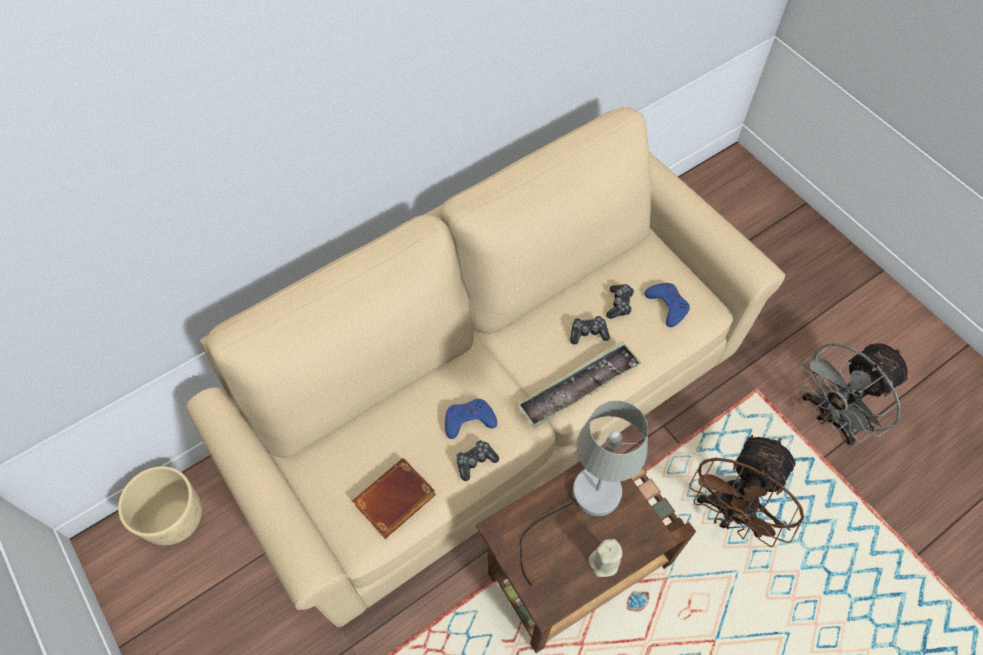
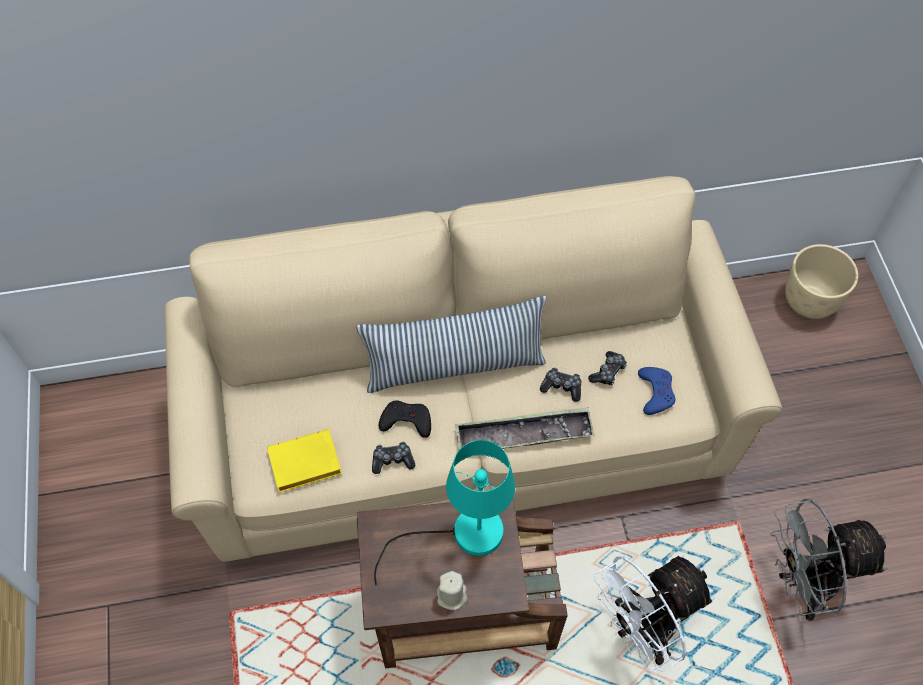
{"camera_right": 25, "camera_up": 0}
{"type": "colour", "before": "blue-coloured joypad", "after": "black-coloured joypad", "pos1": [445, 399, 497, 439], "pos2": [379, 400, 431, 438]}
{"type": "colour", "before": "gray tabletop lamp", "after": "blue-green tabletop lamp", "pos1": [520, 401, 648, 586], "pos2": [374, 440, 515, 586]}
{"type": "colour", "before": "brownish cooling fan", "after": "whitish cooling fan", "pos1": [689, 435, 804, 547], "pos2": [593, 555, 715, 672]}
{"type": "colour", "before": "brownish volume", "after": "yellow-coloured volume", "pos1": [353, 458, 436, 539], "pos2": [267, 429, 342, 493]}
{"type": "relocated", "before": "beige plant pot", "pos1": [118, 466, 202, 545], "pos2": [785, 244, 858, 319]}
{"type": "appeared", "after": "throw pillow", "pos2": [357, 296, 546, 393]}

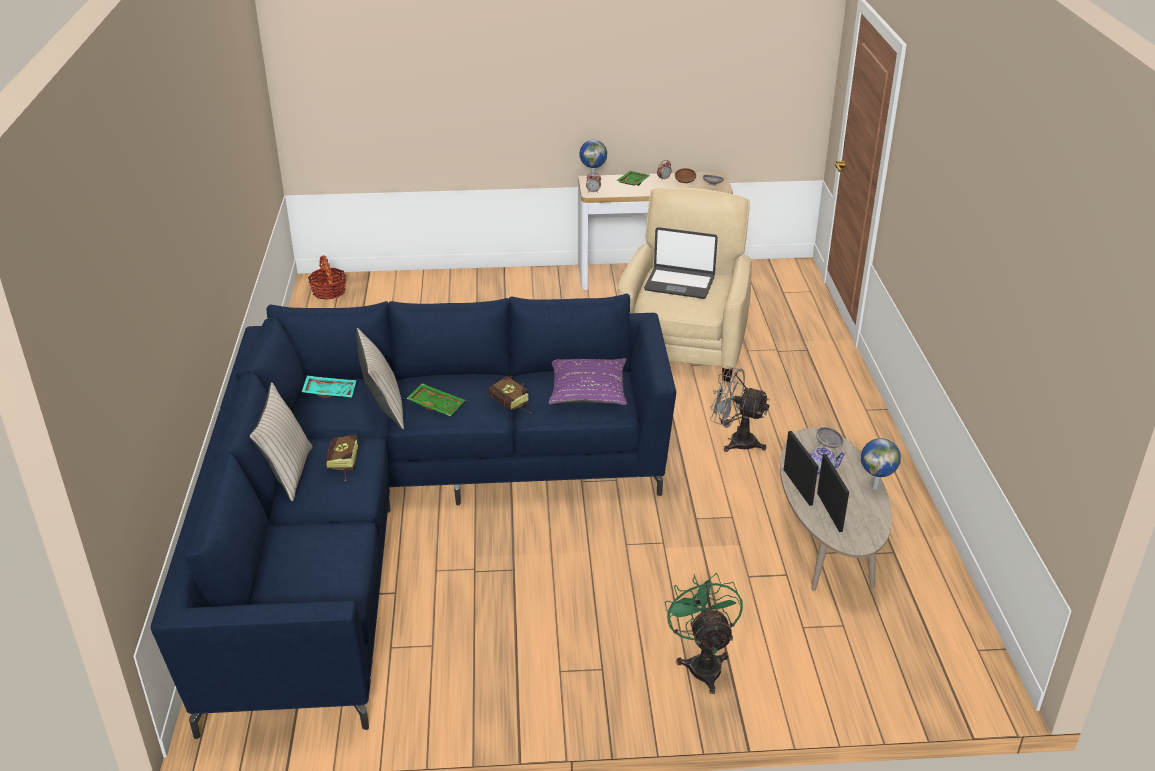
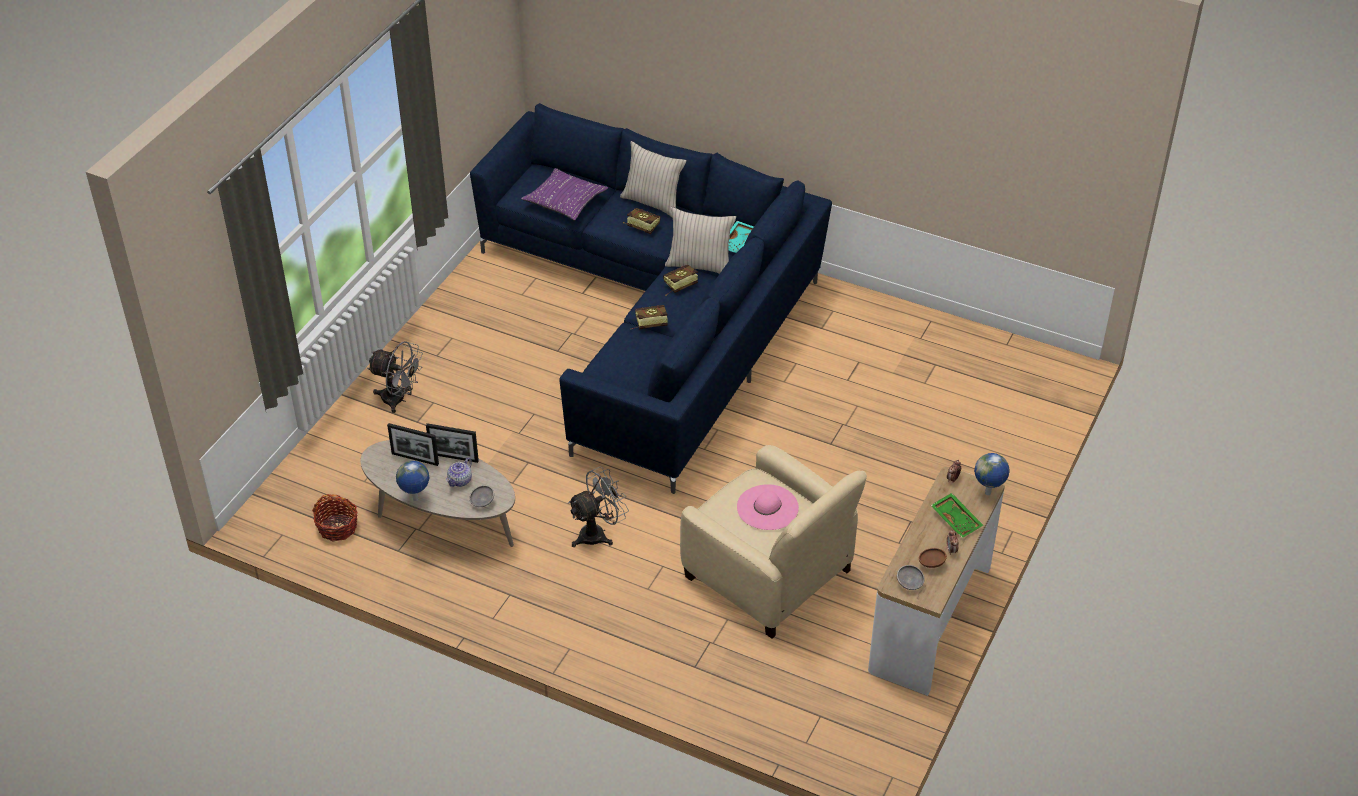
{"camera_right": 120, "camera_up": 10}
{"type": "exchanged", "before": "laptop", "after": "pink-coloured wearable hat", "pos1": [644, 227, 718, 299], "pos2": [737, 484, 799, 530]}
{"type": "relocated", "before": "household basket", "pos1": [308, 255, 346, 300], "pos2": [312, 494, 358, 541]}
{"type": "relocated", "before": "purplish throw pillow", "pos1": [548, 358, 627, 405], "pos2": [521, 168, 608, 221]}
{"type": "exchanged", "before": "green-coloured tray", "after": "volume", "pos1": [407, 383, 465, 416], "pos2": [663, 265, 698, 296]}
{"type": "colour", "before": "green-coloured cooling fan", "after": "gray cooling fan", "pos1": [665, 573, 743, 694], "pos2": [367, 341, 423, 413]}

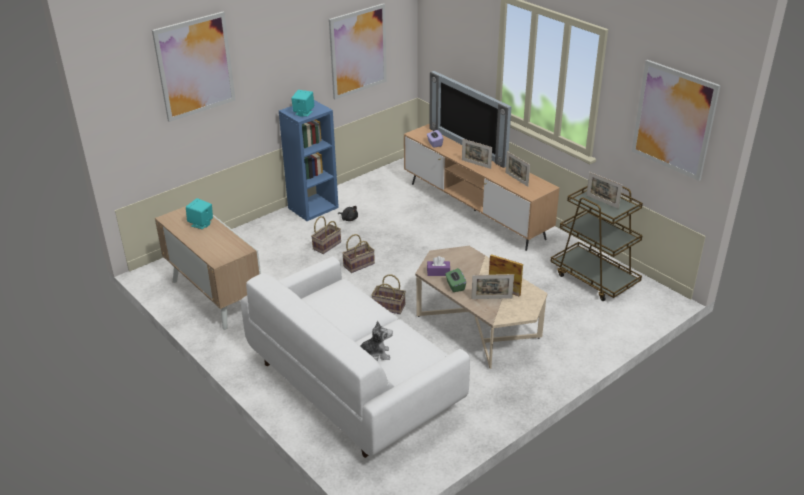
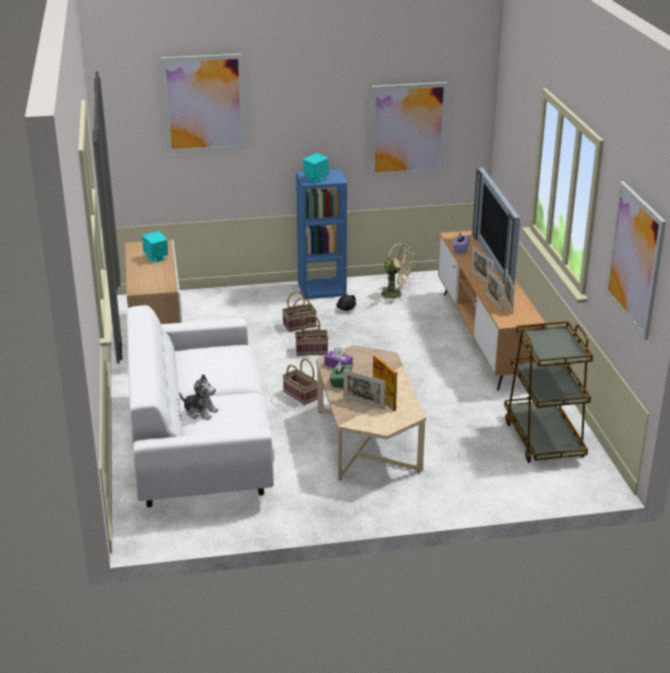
{"camera_right": 30, "camera_up": -5}
{"type": "relocated", "before": "picture frame", "pos1": [586, 172, 622, 209], "pos2": [485, 268, 504, 312]}
{"type": "appeared", "after": "beige cooling fan", "pos2": [380, 244, 415, 303]}

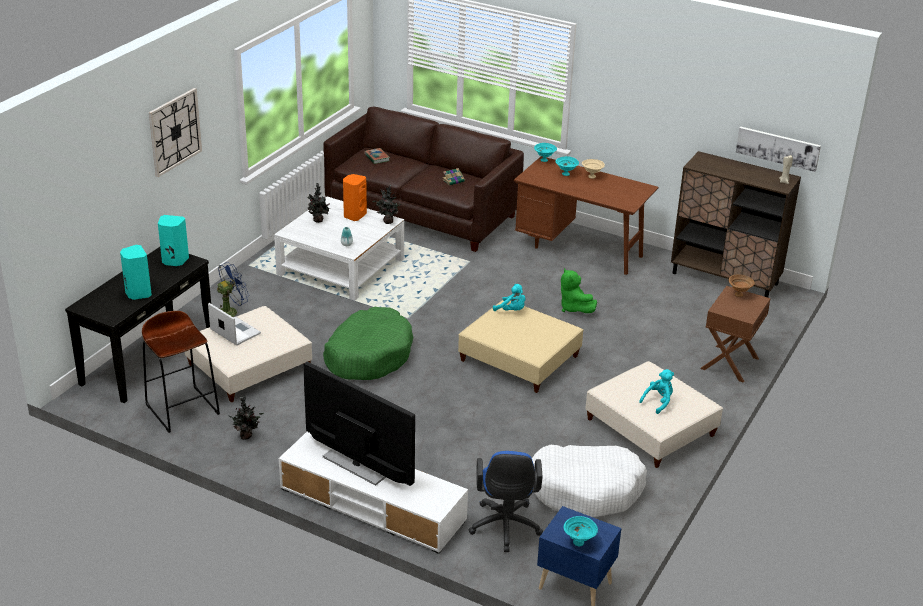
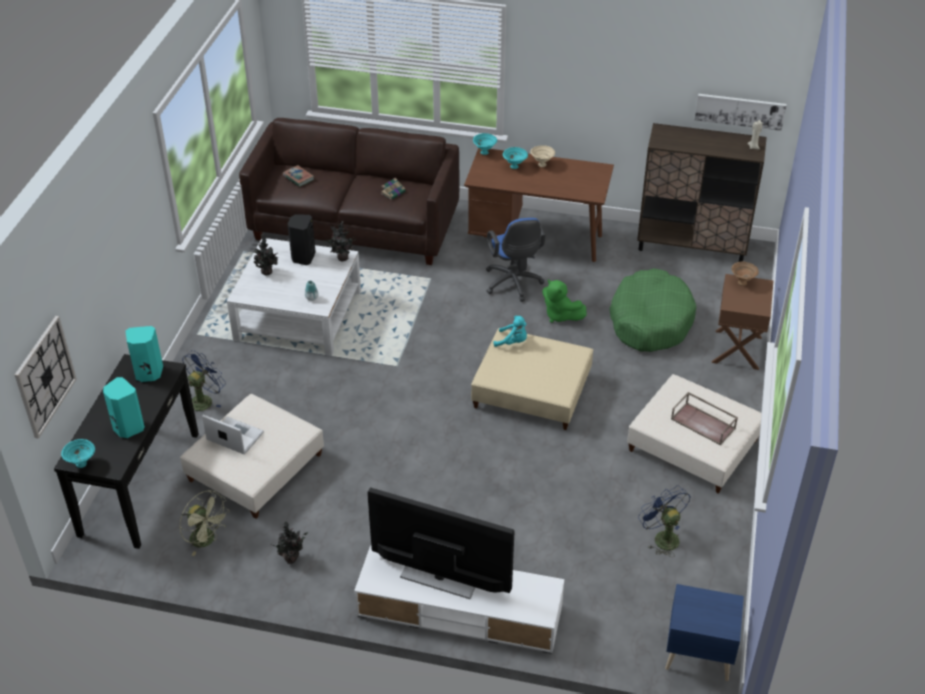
{"camera_right": -15, "camera_up": 10}
{"type": "relocated", "before": "clock on the wall", "pos1": [149, 88, 202, 177], "pos2": [15, 316, 77, 439]}
{"type": "colour", "before": "orange-coloured audio speaker", "after": "black-coloured audio speaker", "pos1": [343, 174, 367, 221], "pos2": [287, 214, 316, 265]}
{"type": "relocated", "before": "green-coloured pet bed", "pos1": [323, 307, 414, 380], "pos2": [609, 268, 696, 352]}
{"type": "exchanged", "before": "brownish stool seat", "after": "green-coloured cooling fan", "pos1": [142, 311, 220, 433], "pos2": [179, 490, 227, 556]}
{"type": "exchanged", "before": "blue-green soft toy", "after": "brownish tray", "pos1": [639, 369, 674, 414], "pos2": [671, 392, 738, 445]}
{"type": "exchanged", "before": "whitish pet bed", "after": "blue-coloured cooling fan", "pos1": [532, 445, 647, 517], "pos2": [638, 485, 690, 557]}
{"type": "relocated", "before": "blue-coloured desk chair", "pos1": [468, 451, 543, 552], "pos2": [486, 218, 545, 302]}
{"type": "relocated", "before": "blue-green serving bowl", "pos1": [563, 516, 598, 546], "pos2": [61, 439, 95, 468]}

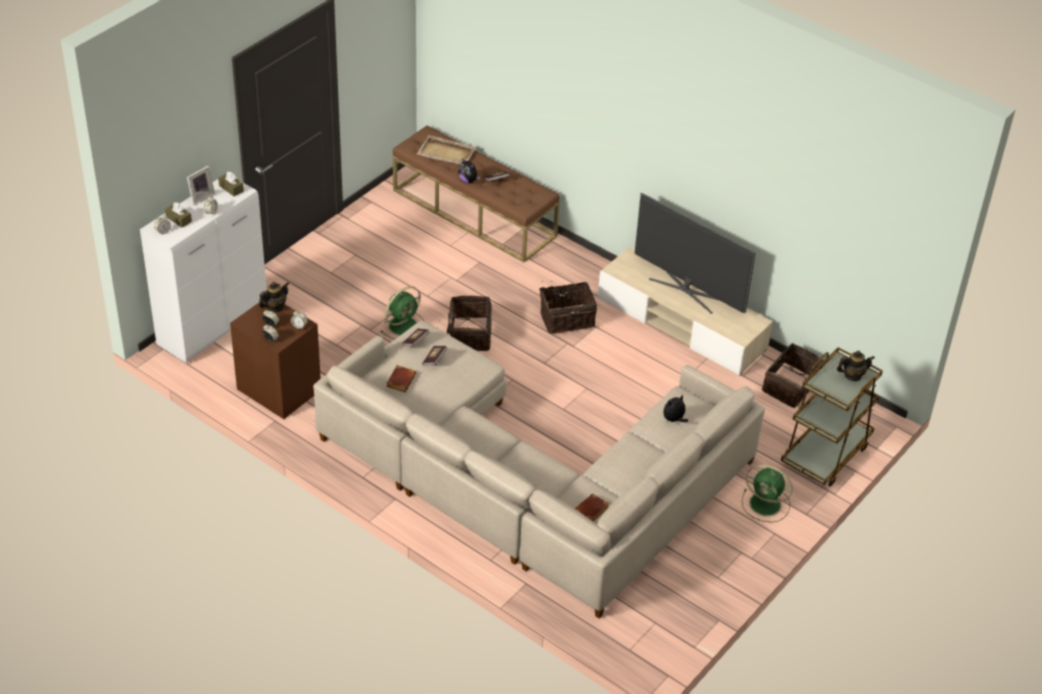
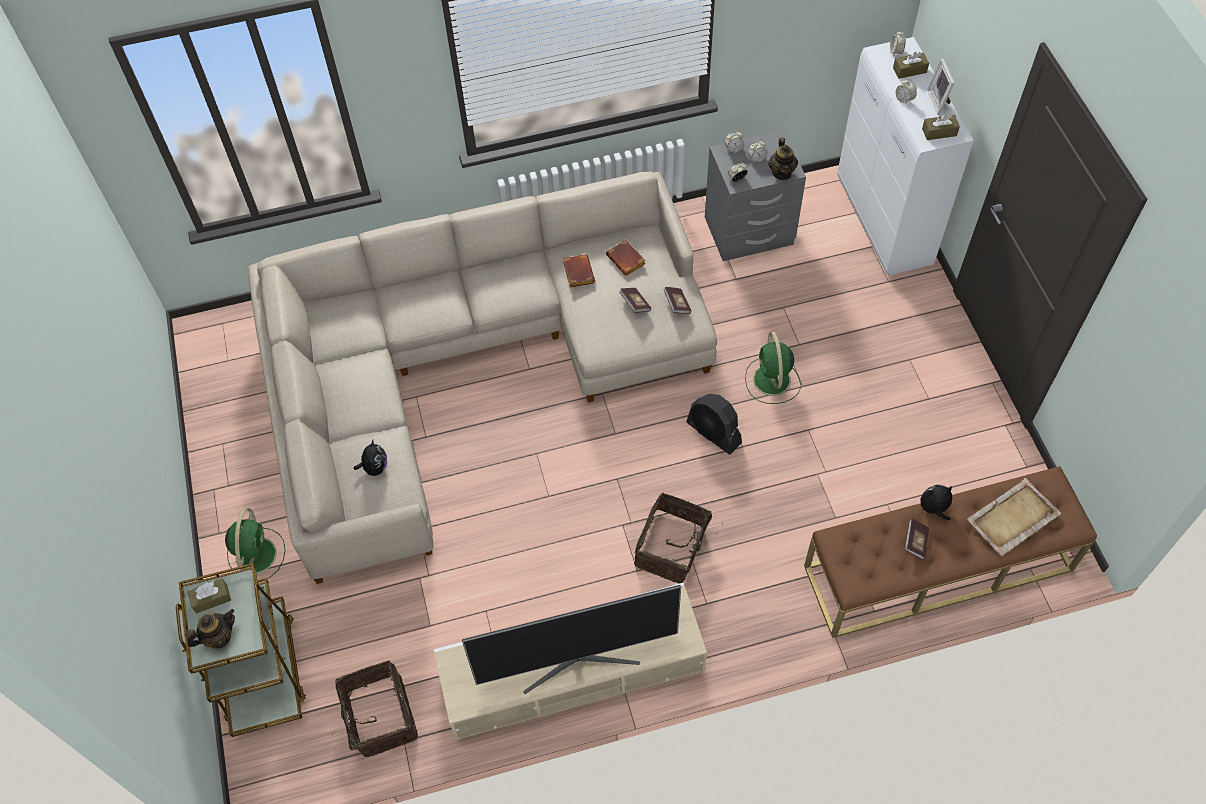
{"camera_right": 130, "camera_up": 15}
{"type": "exchanged", "before": "household basket", "after": "black-coloured cooling fan", "pos1": [437, 295, 492, 351], "pos2": [686, 394, 742, 455]}
{"type": "colour", "before": "brownish bedside table", "after": "gray bedside table", "pos1": [230, 301, 321, 419], "pos2": [705, 130, 806, 261]}
{"type": "spun", "before": "teapot", "pos1": [837, 351, 875, 381], "pos2": [185, 609, 235, 648], "turn": -150}
{"type": "spun", "before": "green-coloured cooling fan", "pos1": [742, 465, 793, 523], "pos2": [225, 508, 285, 579], "turn": 120}
{"type": "relocated", "before": "brownish volume", "pos1": [575, 494, 609, 521], "pos2": [563, 254, 595, 287]}
{"type": "appeared", "after": "brownish tissue holder", "pos2": [188, 578, 231, 613]}

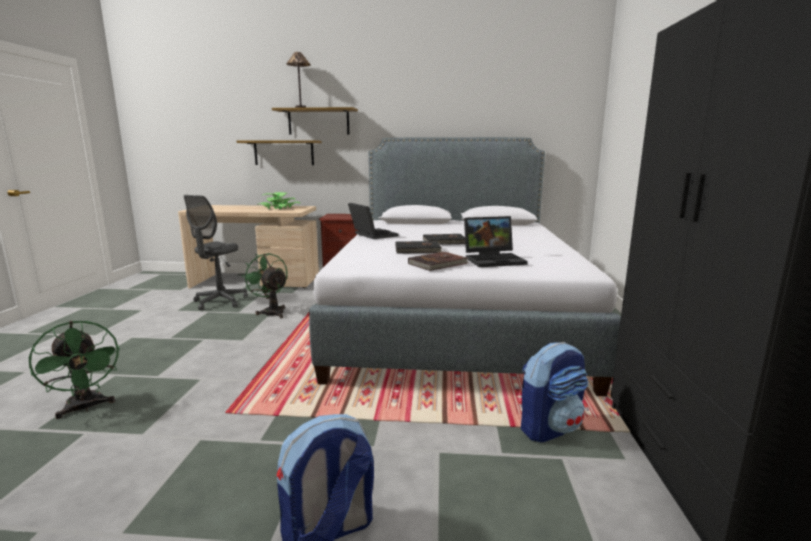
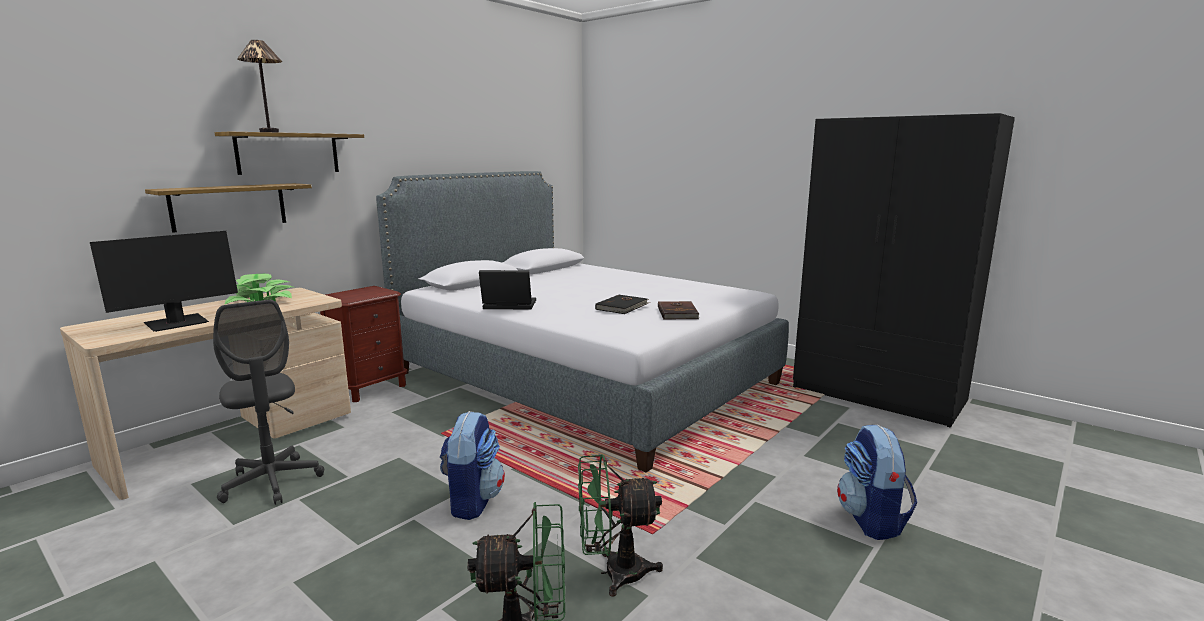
{"camera_right": -55, "camera_up": 0}
{"type": "missing", "before": "laptop", "pos1": [464, 216, 528, 267]}
{"type": "missing", "before": "black-coloured volume", "pos1": [423, 234, 465, 245]}
{"type": "relocated", "before": "green-coloured cooling fan", "pos1": [242, 253, 287, 318], "pos2": [578, 454, 663, 597]}
{"type": "relocated", "before": "backpack", "pos1": [521, 342, 588, 443], "pos2": [440, 411, 505, 520]}
{"type": "appeared", "after": "computer display", "pos2": [90, 231, 238, 332]}

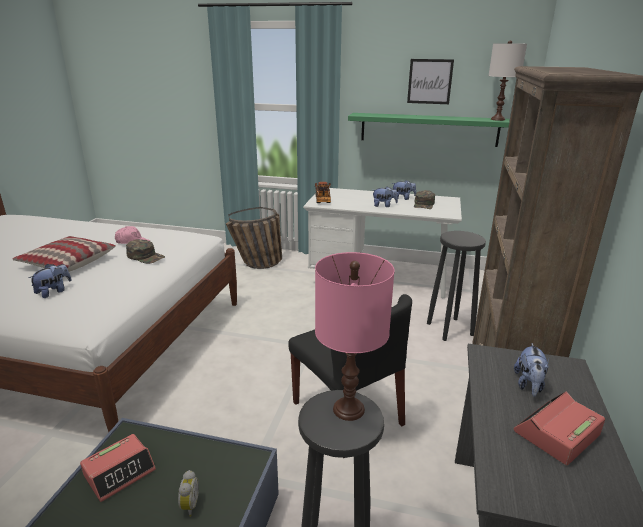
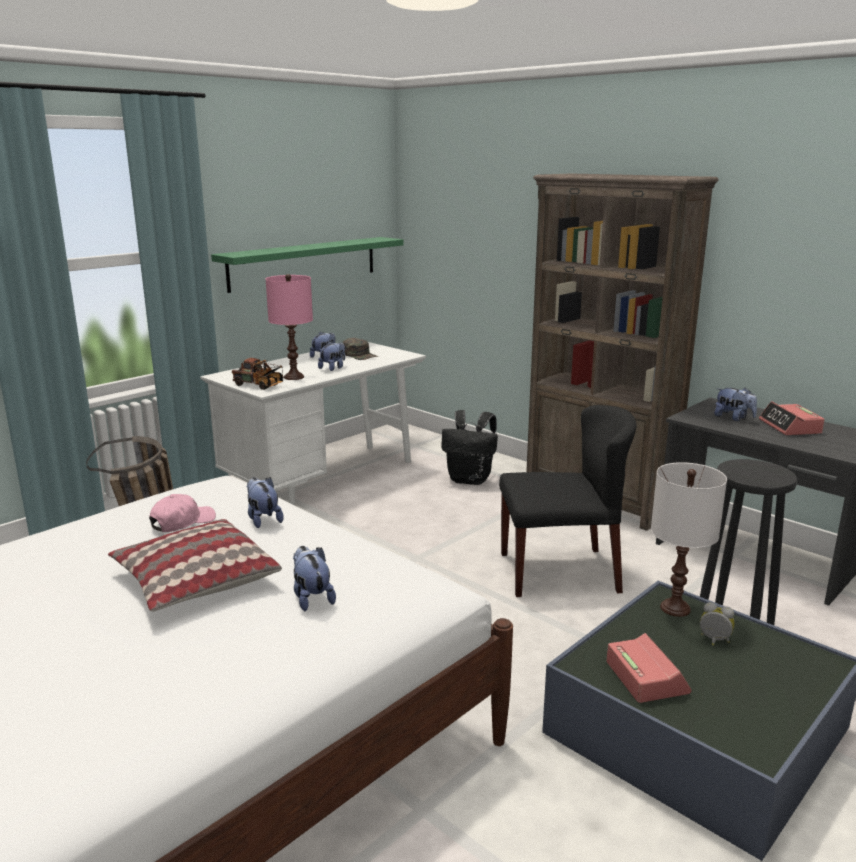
{"camera_right": -60, "camera_up": -5}
{"type": "relocated", "before": "whitish tabletop lamp", "pos1": [489, 40, 527, 121], "pos2": [651, 462, 727, 617]}
{"type": "missing", "before": "picture", "pos1": [407, 59, 454, 104]}
{"type": "exchanged", "before": "black-coloured stool seat", "after": "black-coloured backpack", "pos1": [427, 231, 486, 341], "pos2": [442, 410, 498, 485]}
{"type": "exchanged", "before": "green-coloured peaked cap", "after": "soft toy", "pos1": [126, 239, 165, 264], "pos2": [247, 477, 283, 528]}
{"type": "relocated", "before": "pink-coloured tabletop lamp", "pos1": [315, 252, 394, 421], "pos2": [266, 274, 313, 380]}

